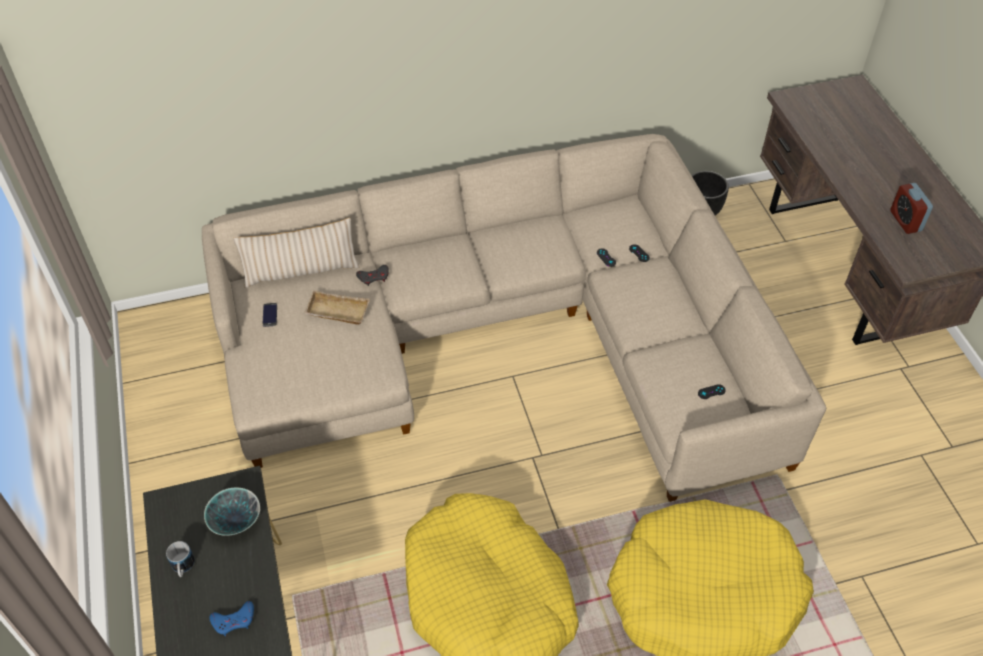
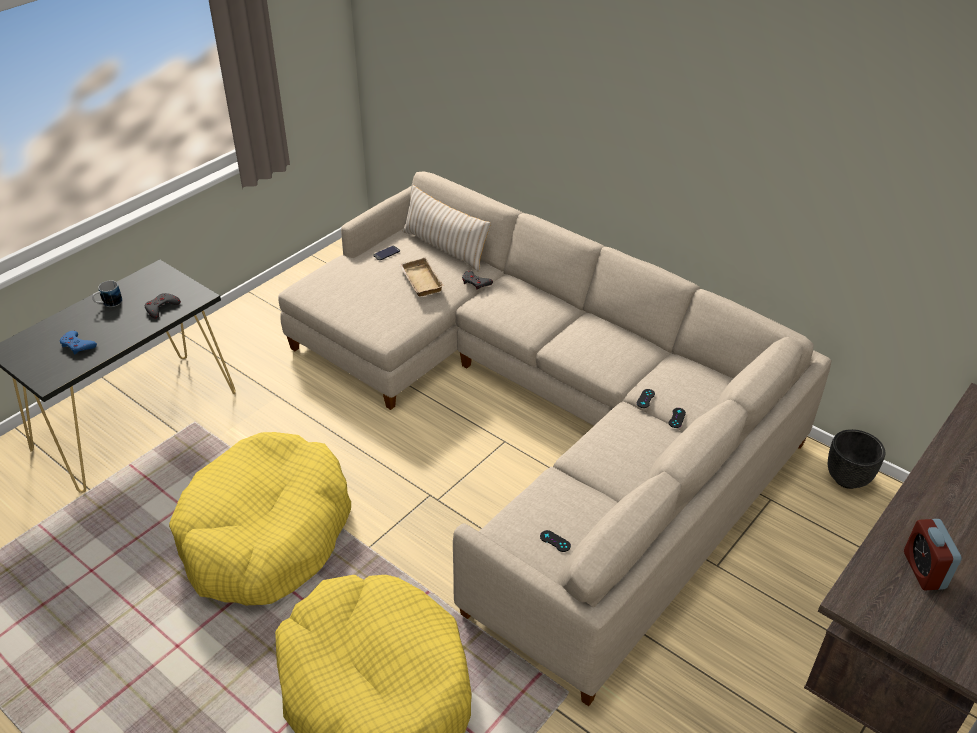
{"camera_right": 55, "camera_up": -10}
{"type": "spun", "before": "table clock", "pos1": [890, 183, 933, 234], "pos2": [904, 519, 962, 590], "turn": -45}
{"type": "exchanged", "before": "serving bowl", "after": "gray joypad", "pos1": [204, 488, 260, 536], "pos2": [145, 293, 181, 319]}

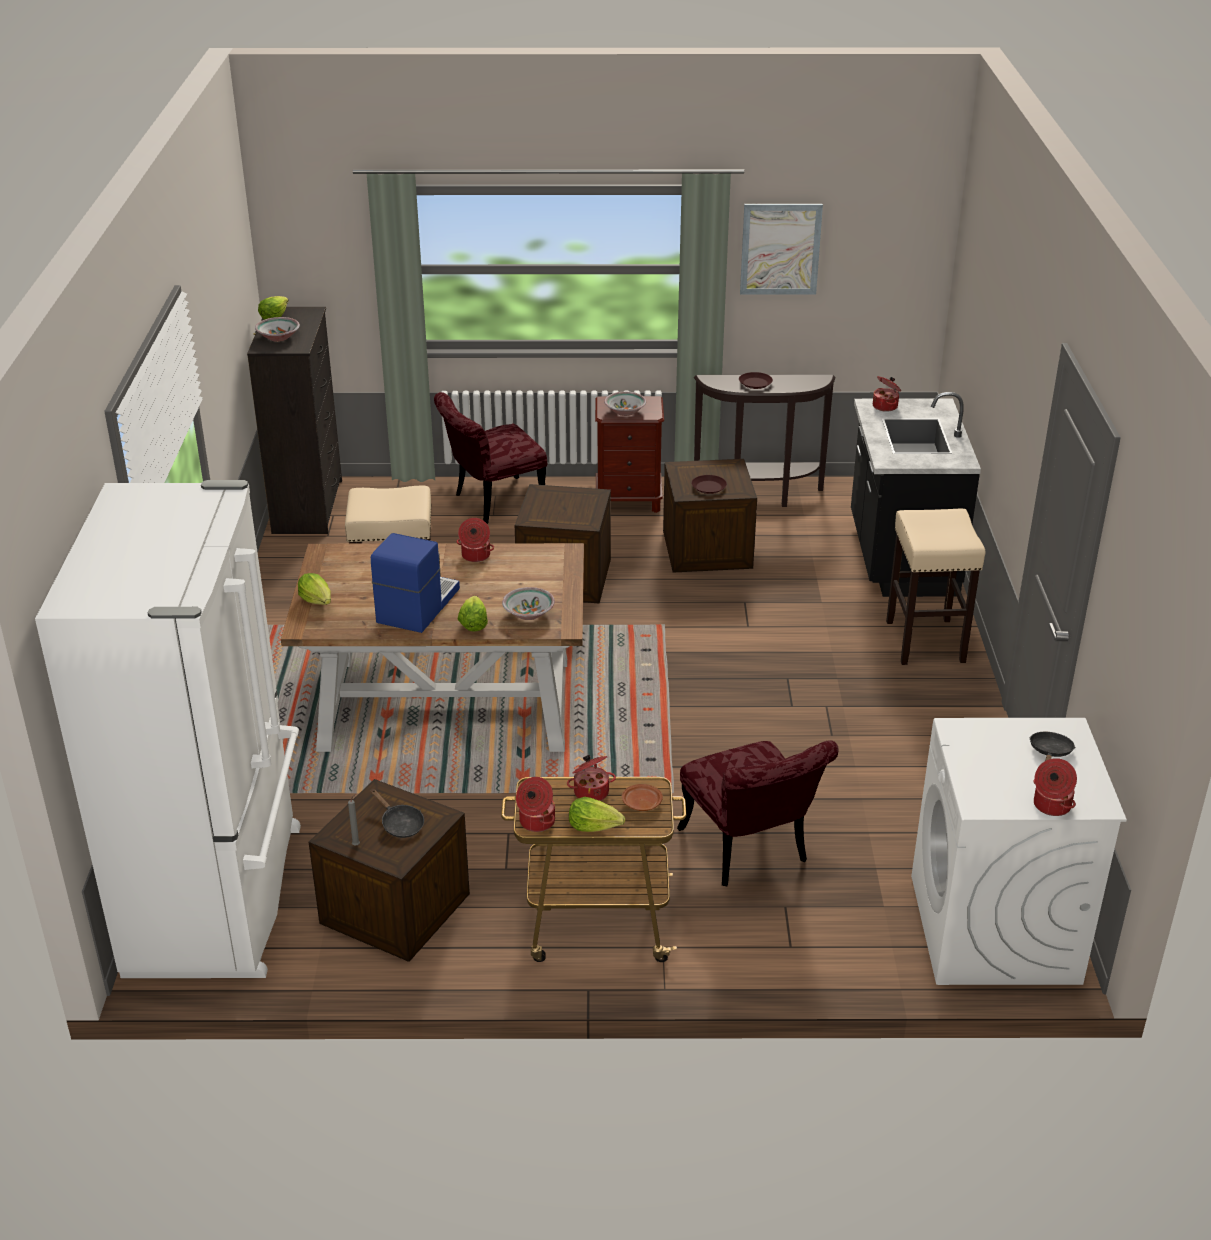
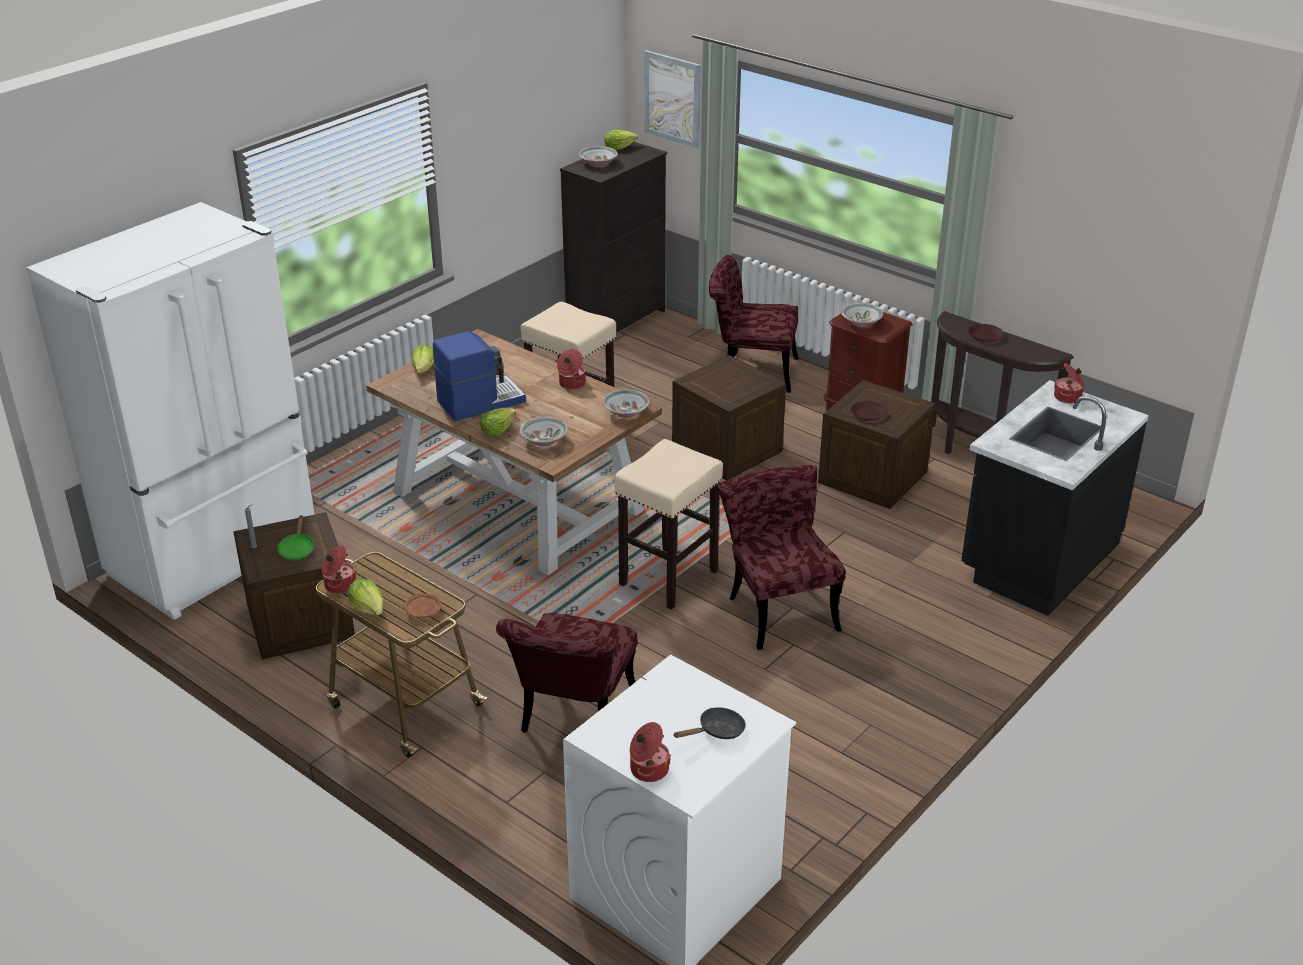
{"camera_right": 40, "camera_up": 0}
{"type": "relocated", "before": "picture", "pos1": [740, 204, 823, 295], "pos2": [644, 50, 701, 148]}
{"type": "relocated", "before": "beige stool seat", "pos1": [886, 509, 986, 665], "pos2": [615, 439, 723, 610]}
{"type": "missing", "before": "saucepot", "pos1": [567, 755, 616, 801]}
{"type": "colour", "before": "black-coloured frying pan", "after": "green-coloured frying pan", "pos1": [371, 789, 424, 838], "pos2": [277, 515, 315, 561]}
{"type": "appeared", "after": "serving bowl", "pos2": [603, 390, 650, 418]}
{"type": "appeared", "after": "red-coloured plain chair", "pos2": [717, 465, 846, 650]}

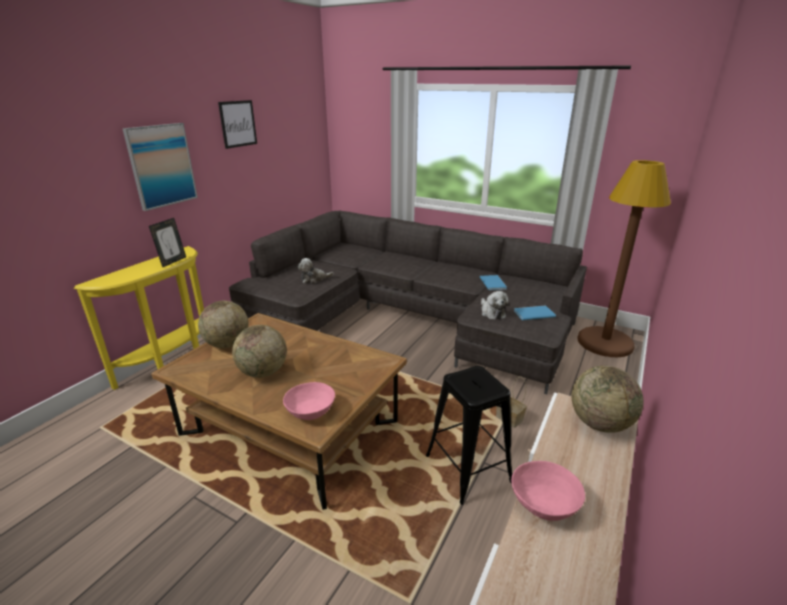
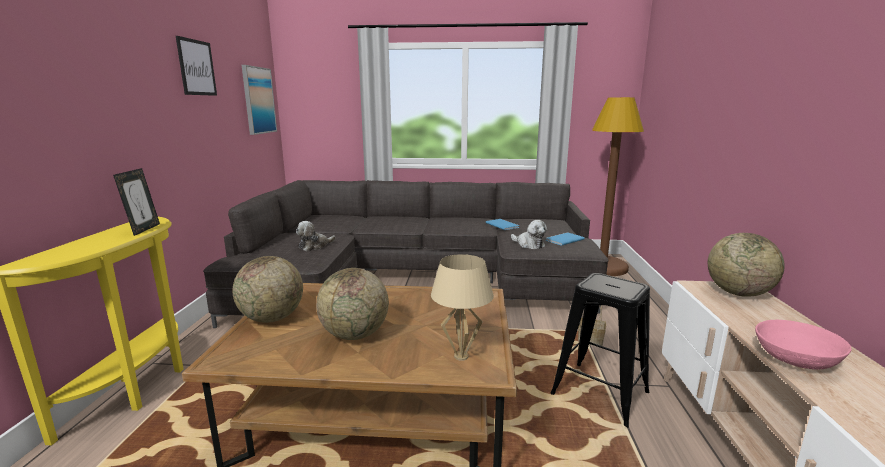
{"camera_right": -25, "camera_up": -10}
{"type": "relocated", "before": "picture", "pos1": [122, 123, 198, 211], "pos2": [242, 65, 277, 135]}
{"type": "exchanged", "before": "pink-coloured serving bowl", "after": "beige tabletop lamp", "pos1": [283, 382, 335, 420], "pos2": [431, 254, 494, 361]}

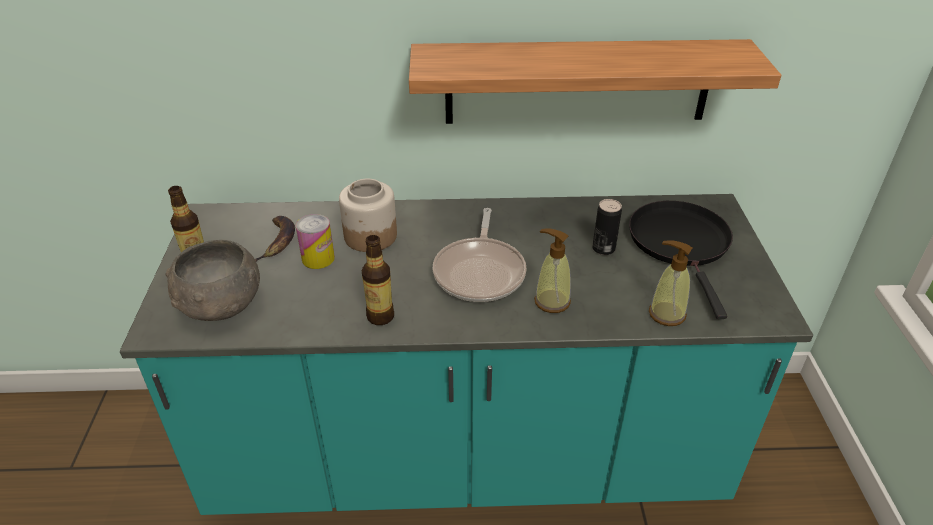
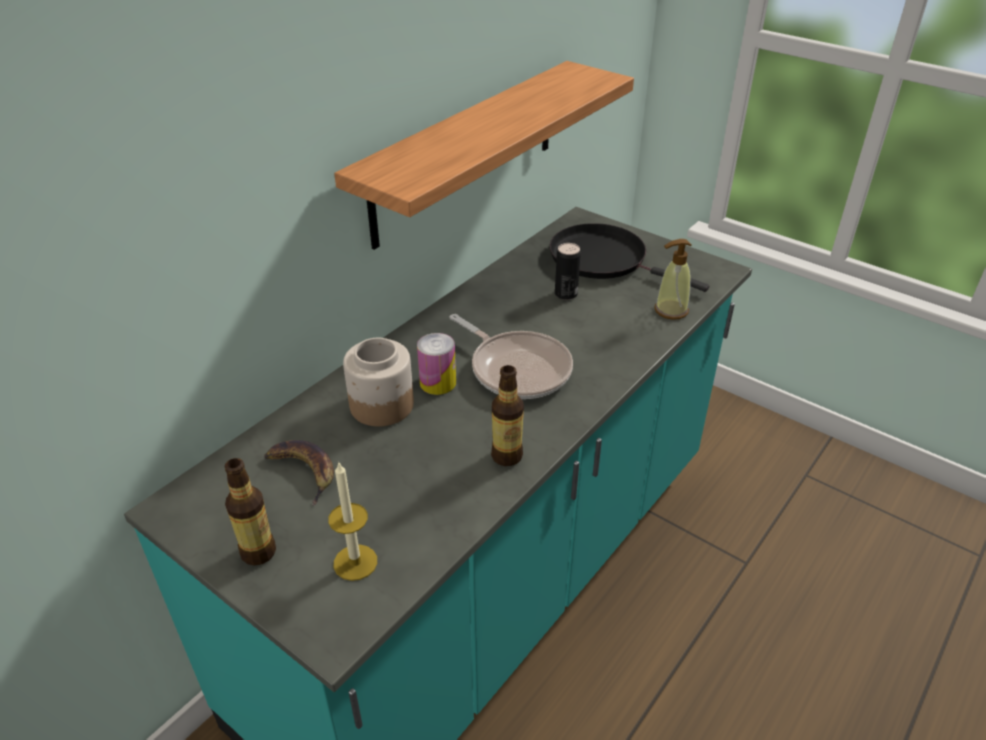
{"camera_right": -50, "camera_up": 0}
{"type": "relocated", "before": "metal can", "pos1": [296, 214, 335, 269], "pos2": [417, 333, 456, 395]}
{"type": "missing", "before": "soap dispenser", "pos1": [534, 228, 571, 313]}
{"type": "exchanged", "before": "gray serving bowl", "after": "wax light", "pos1": [165, 240, 260, 321], "pos2": [328, 461, 377, 581]}

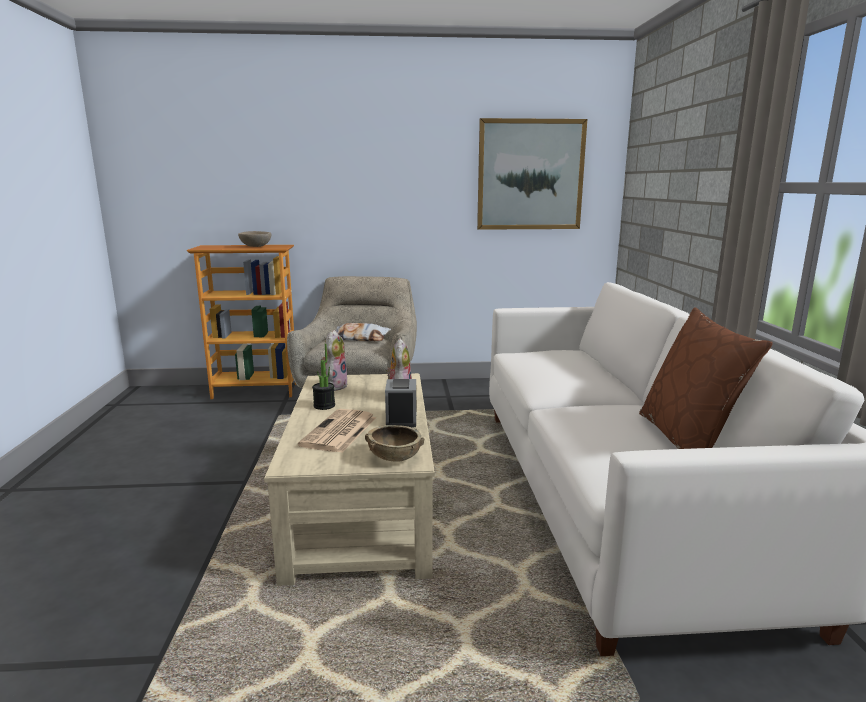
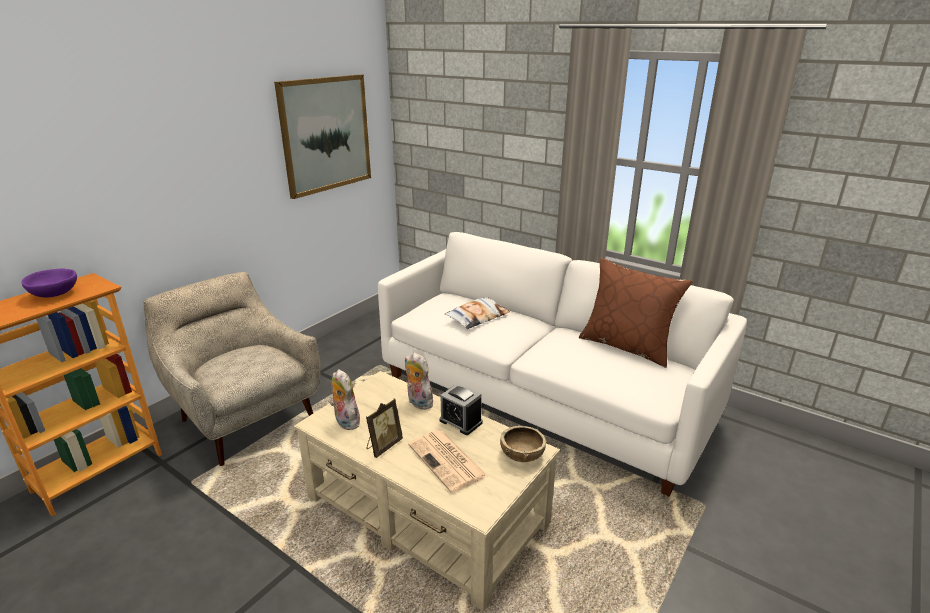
{"camera_right": -50, "camera_up": 10}
{"type": "colour", "before": "beige serving bowl", "after": "purplish serving bowl", "pos1": [238, 231, 271, 247], "pos2": [21, 269, 77, 298]}
{"type": "relocated", "before": "throw pillow", "pos1": [335, 323, 391, 341], "pos2": [445, 297, 510, 329]}
{"type": "exchanged", "before": "plant in a pot", "after": "picture frame", "pos1": [312, 344, 335, 410], "pos2": [366, 399, 403, 458]}

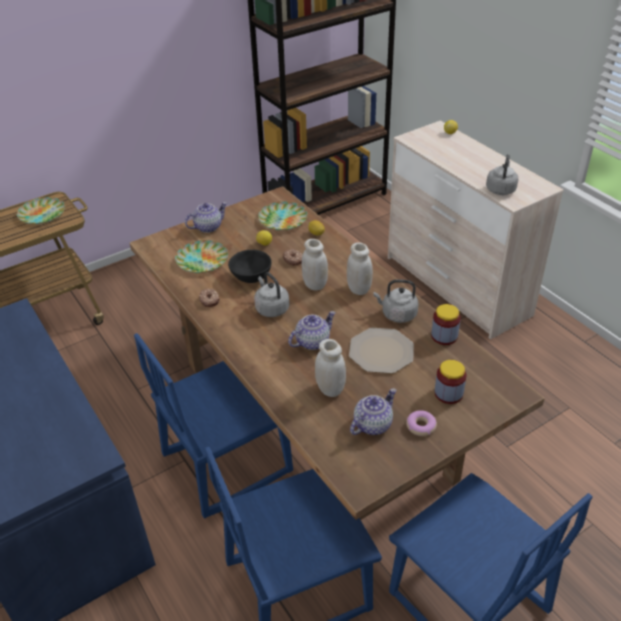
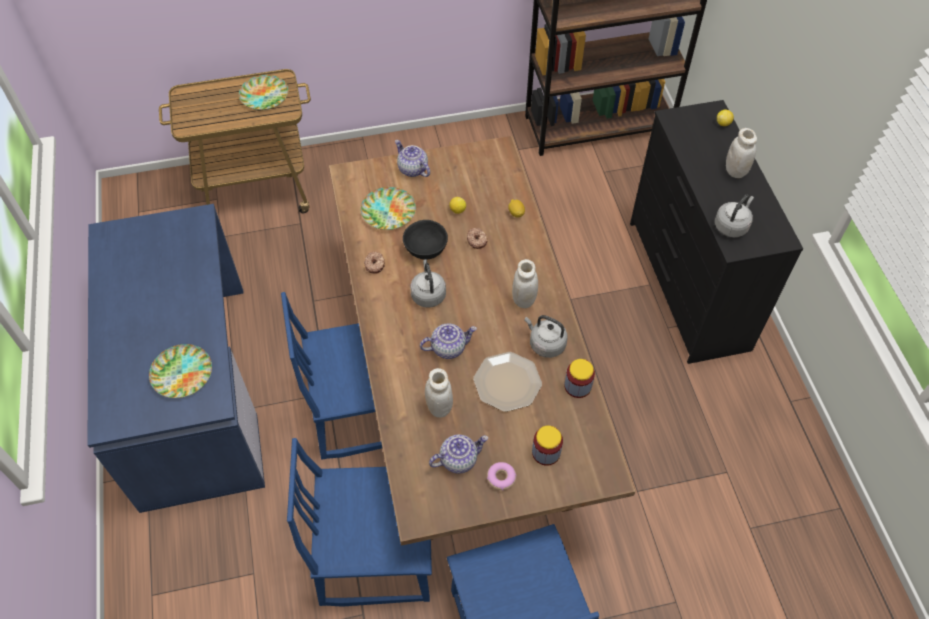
{"camera_right": 20, "camera_up": 15}
{"type": "colour", "before": "beige chest of drawers", "after": "black-coloured chest of drawers", "pos1": [388, 121, 564, 339], "pos2": [630, 100, 803, 364]}
{"type": "spun", "before": "teapot", "pos1": [185, 202, 228, 233], "pos2": [395, 140, 430, 177], "turn": -120}
{"type": "relocated", "before": "plate", "pos1": [258, 202, 308, 231], "pos2": [149, 344, 212, 398]}
{"type": "relocated", "before": "whitish jar", "pos1": [302, 239, 328, 291], "pos2": [726, 128, 757, 178]}

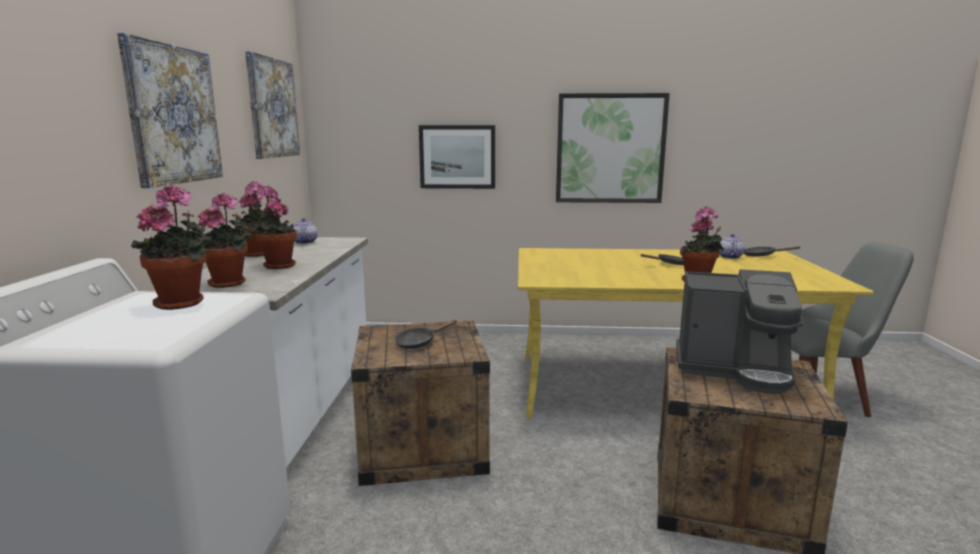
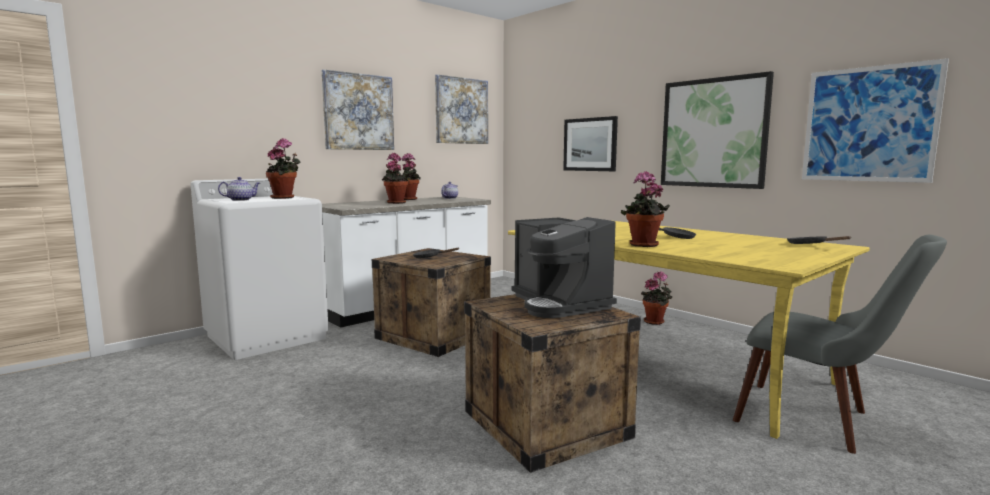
{"camera_right": 45, "camera_up": -5}
{"type": "relocated", "before": "plant in a pot", "pos1": [198, 193, 252, 288], "pos2": [641, 271, 672, 325]}
{"type": "relocated", "before": "teapot", "pos1": [719, 234, 745, 259], "pos2": [218, 177, 260, 201]}
{"type": "appeared", "after": "picture", "pos2": [802, 58, 949, 183]}

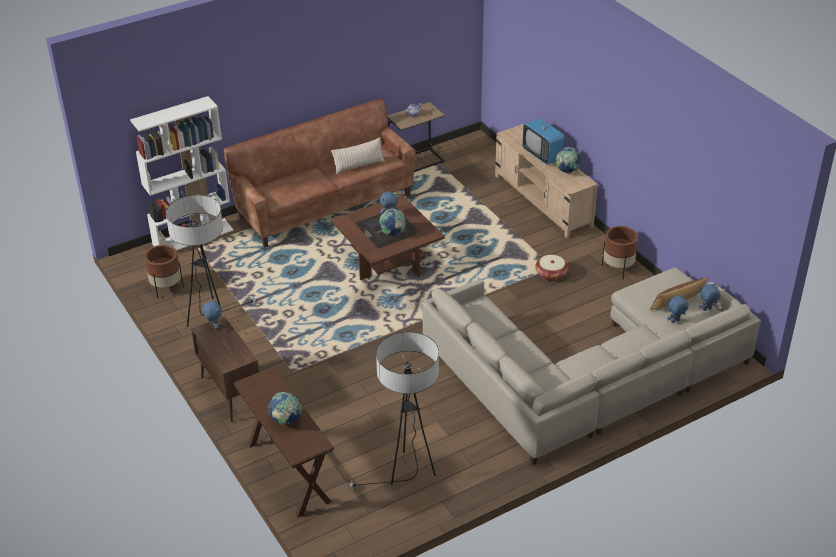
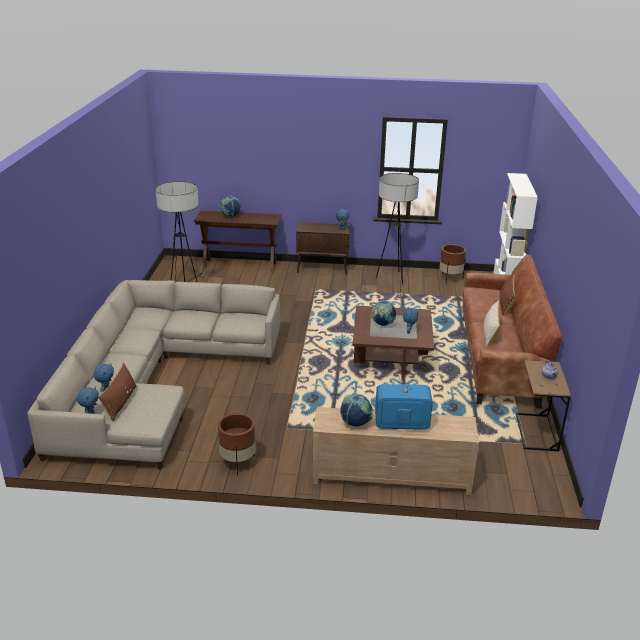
{"camera_right": 125, "camera_up": -10}
{"type": "missing", "before": "household basket", "pos1": [535, 255, 569, 282]}
{"type": "appeared", "after": "brownish throw pillow", "pos2": [500, 274, 515, 316]}

